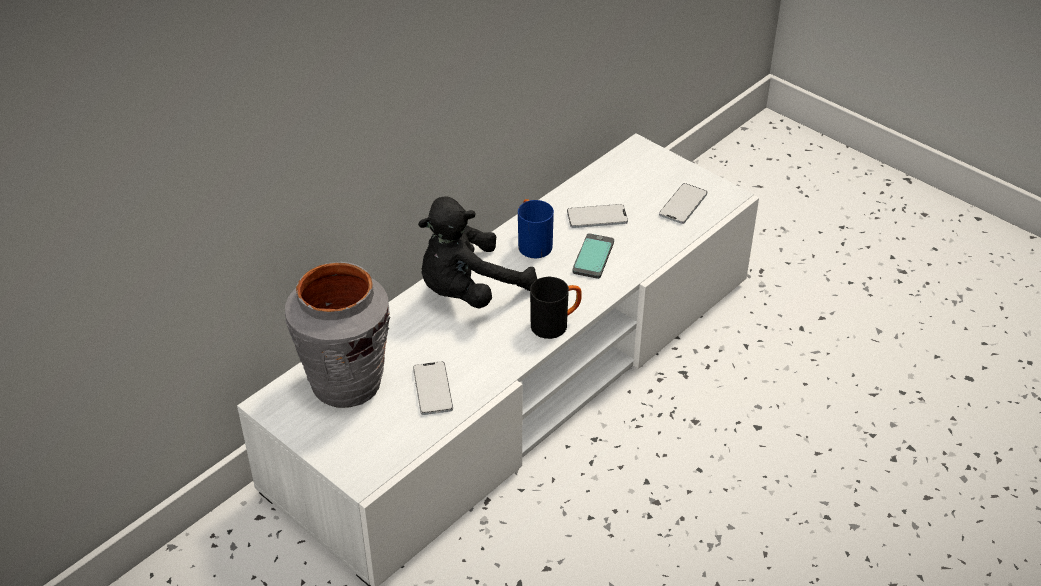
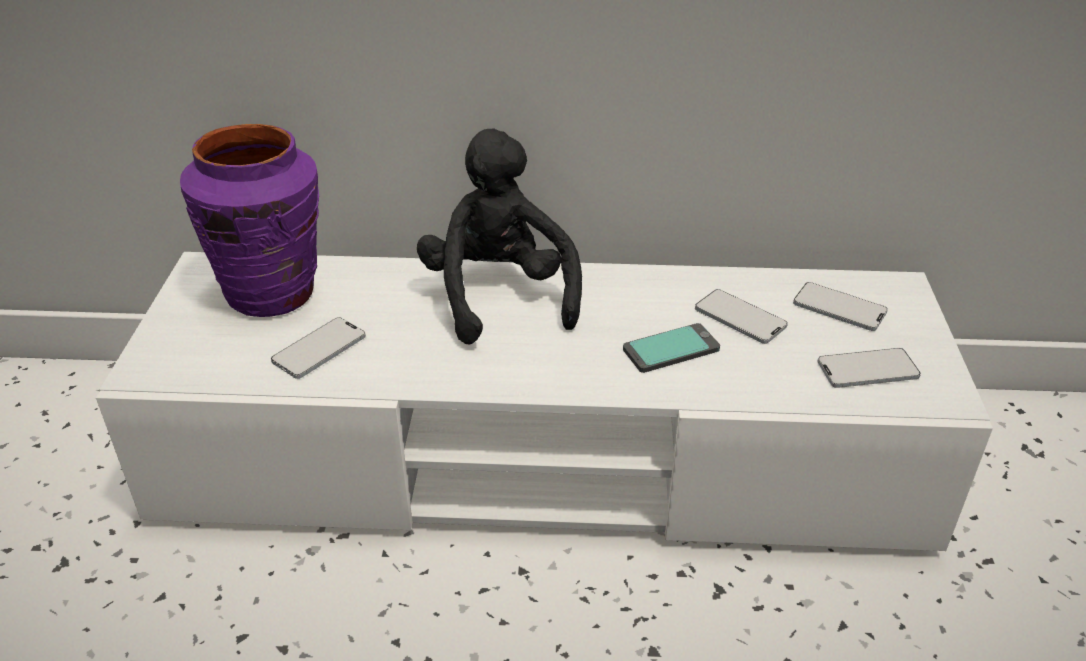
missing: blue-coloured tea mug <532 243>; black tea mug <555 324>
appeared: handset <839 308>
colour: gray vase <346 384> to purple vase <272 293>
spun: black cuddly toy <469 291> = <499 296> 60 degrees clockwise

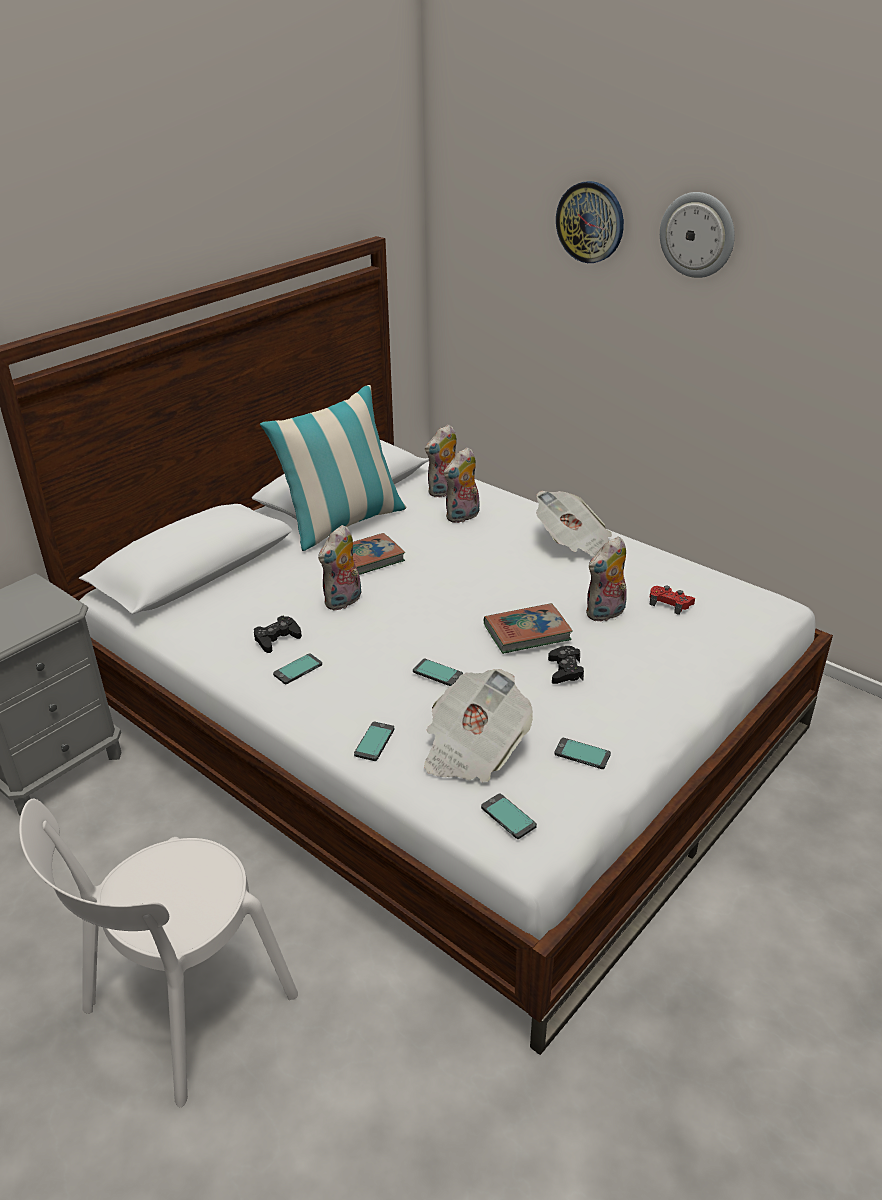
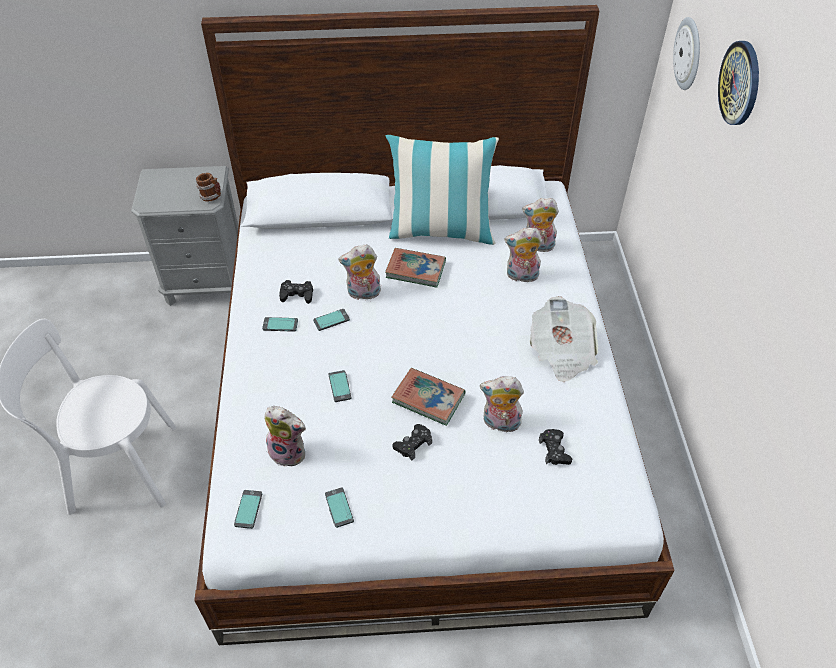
appeared: tea mug <212 197>
relocated: clock on the wall <697 235> to <688 54>; handset <374 742> to <331 320>
exchanged: daily paper <473 749> to cuddly toy <289 452>
colour: reddish game controller <670 603> to black game controller <554 450>

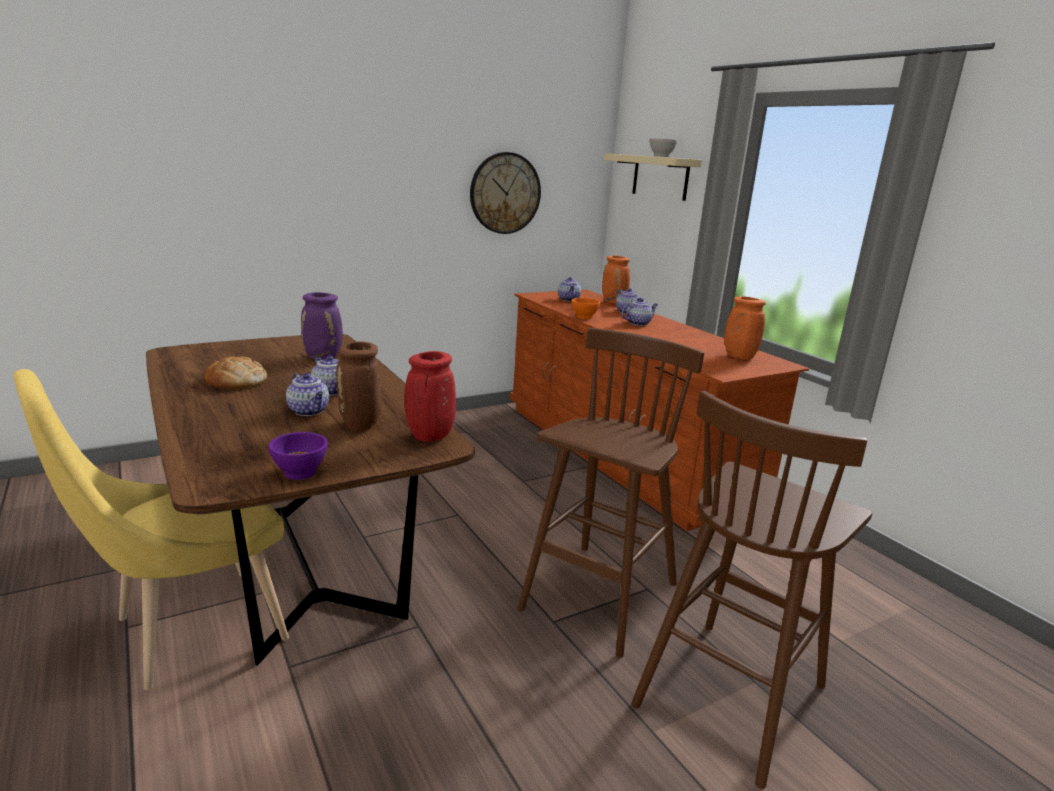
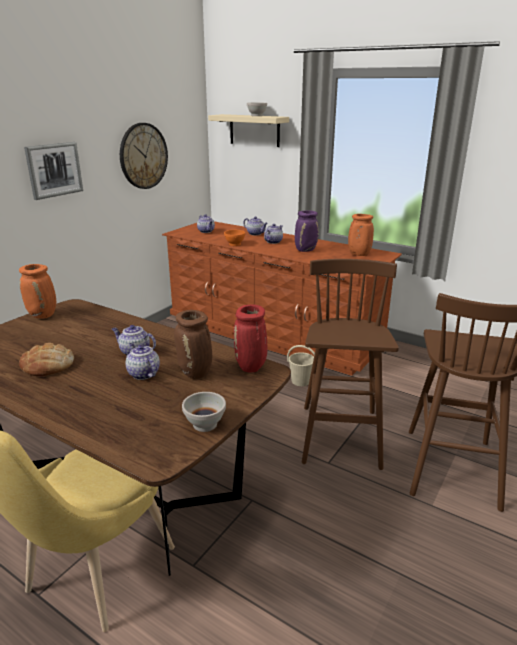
appeared: picture <54 170>; sand-coloured pail <301 381>
relocated: orange vase <614 302> to <43 315>; purple vase <324 357> to <306 250>
colour: purple deep dish <300 472> to white-coloured deep dish <205 424>
spun: pot for tea <309 411> = <143 373> 150 degrees counterclockwise

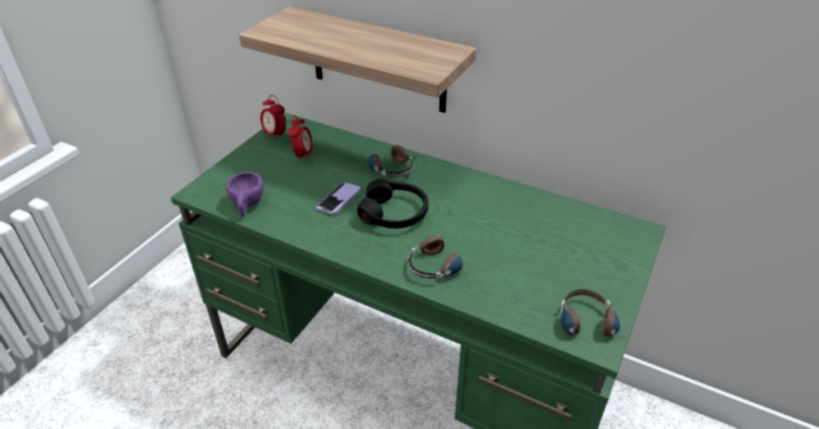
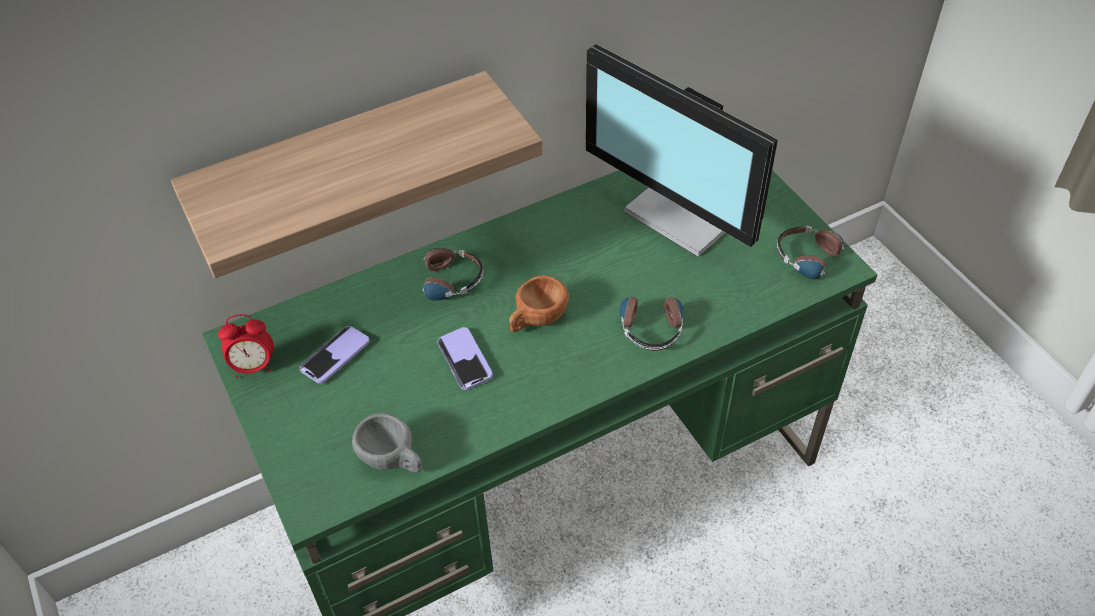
appeared: computer display <687 212>
exchanged: bedside clock <303 155> to handset <335 356>; black headphones <394 213> to brownish cup <536 320>
colour: purple cup <247 205> to gray cup <393 460>

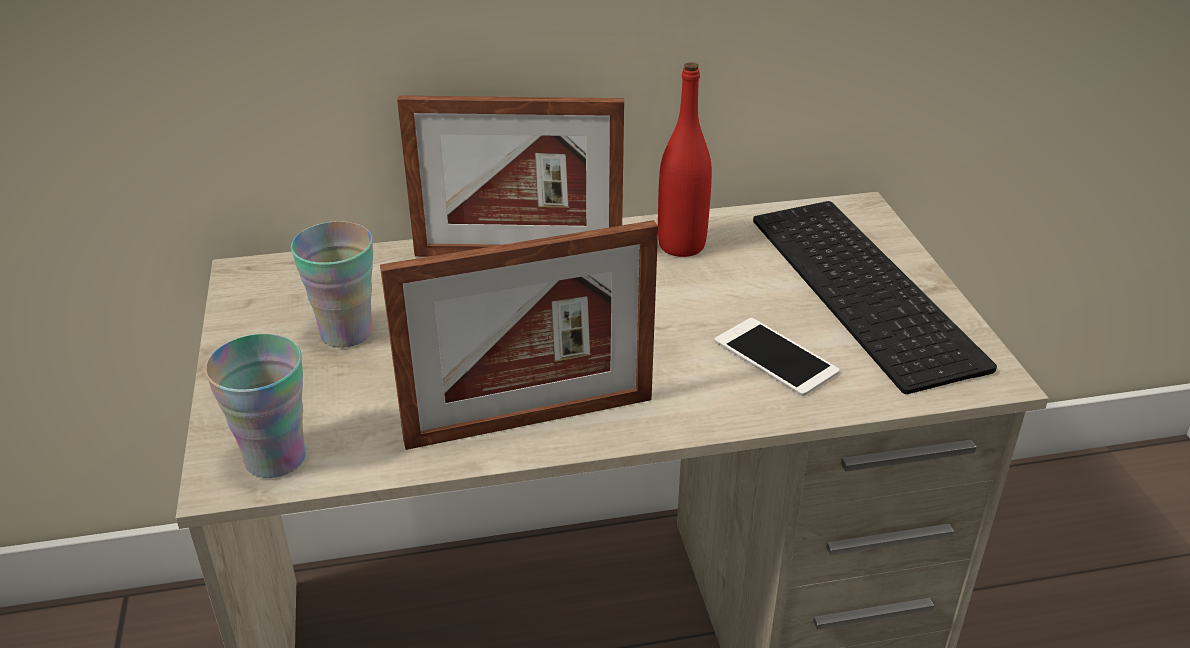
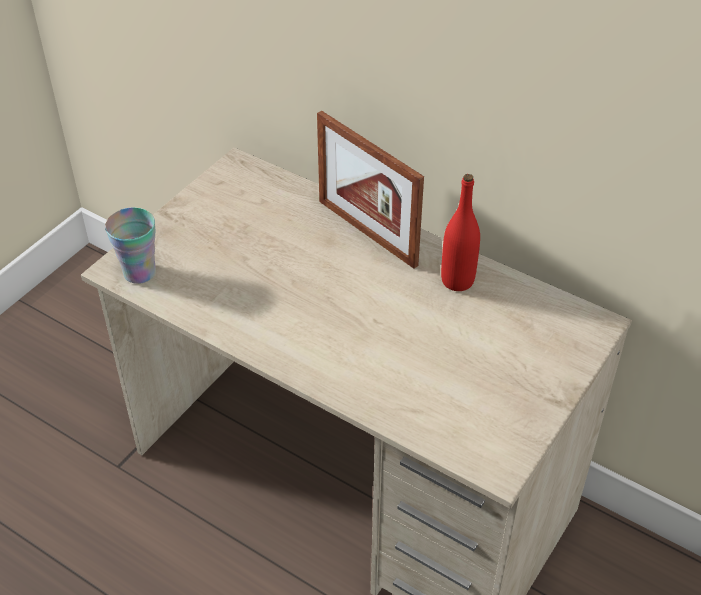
missing: PC keyboard <869 290>; picture frame <530 420>; cup <346 332>; handset <775 357>

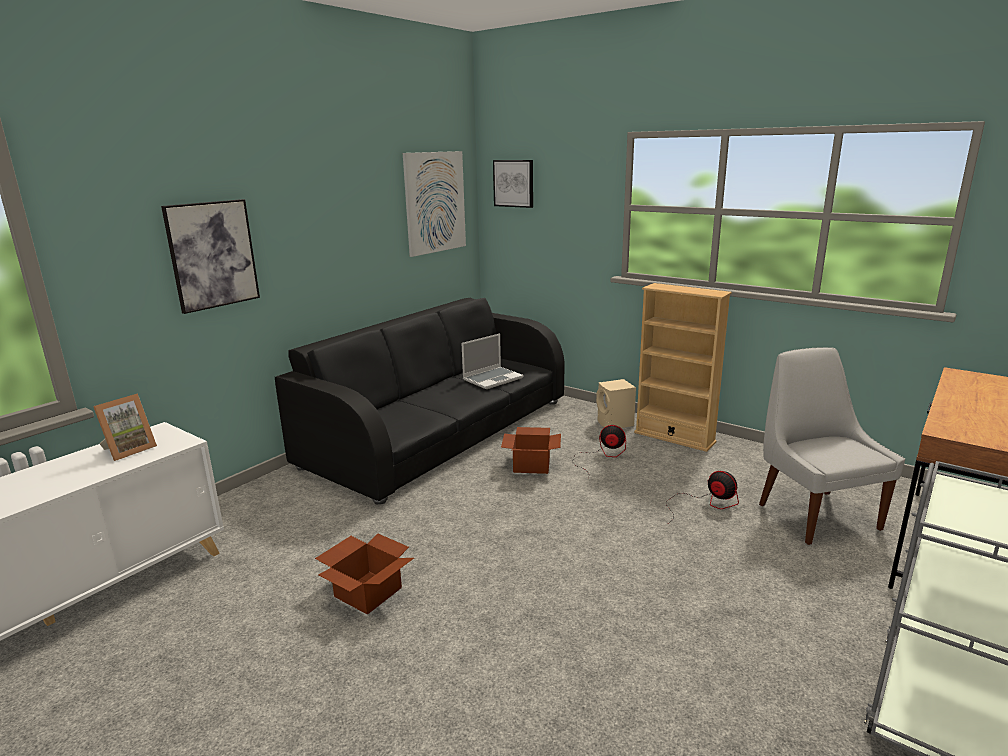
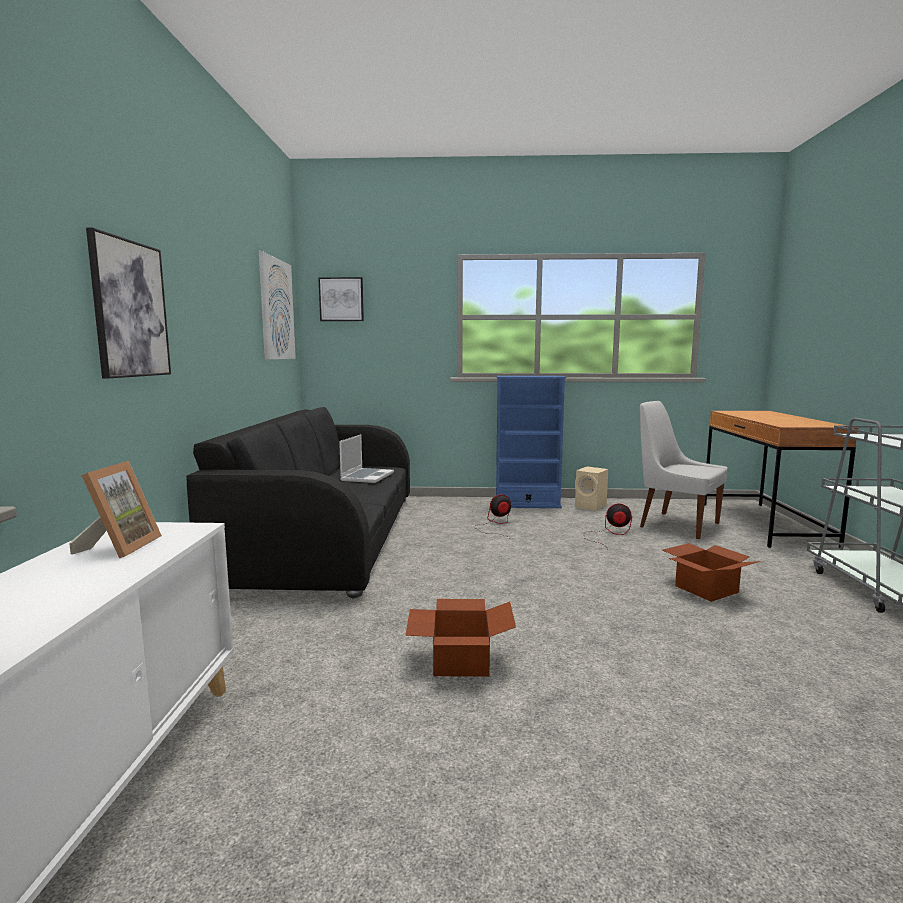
relocated: sand-coloured loudspeaker <615 424> to <591 506>; carton <532 464> to <705 588>
colour: sand-coloured bookcase <674 437> to blue-coloured bookcase <527 505>

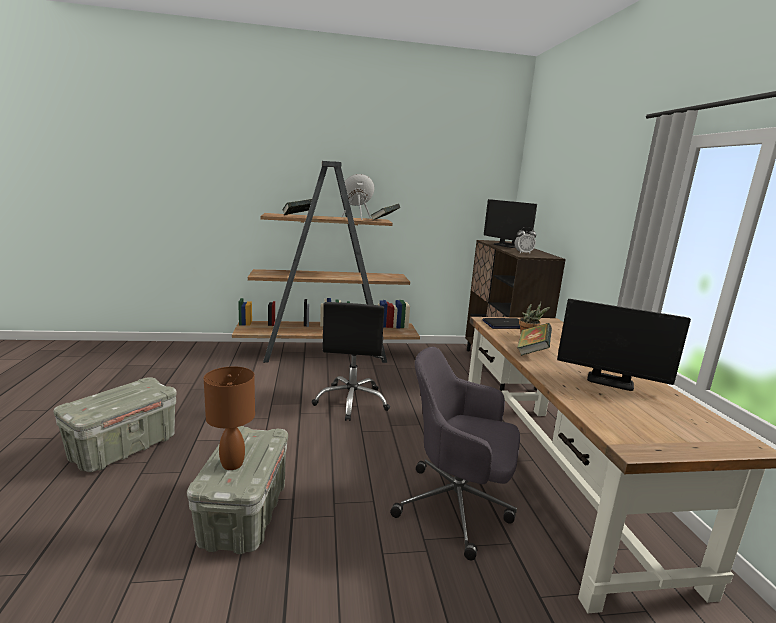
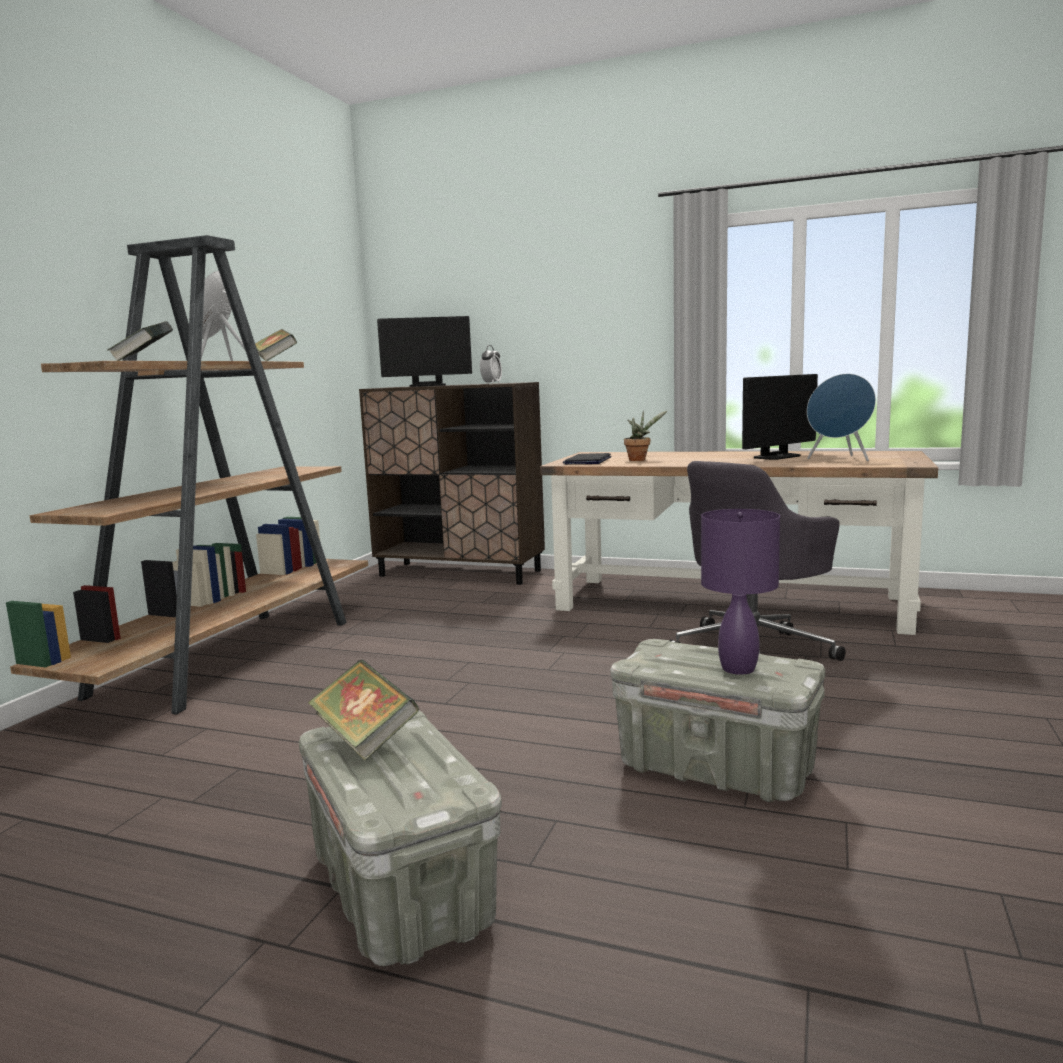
missing: black desk chair <352 401>
appeared: blue-coloured loudspeaker <840 459>
relocated: bound book <532 351> to <365 738>
colour: brownish tabletop lamp <232 464> to purple tabletop lamp <739 668>

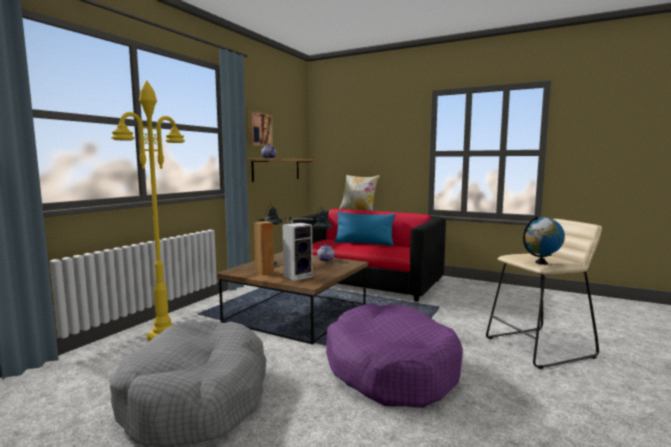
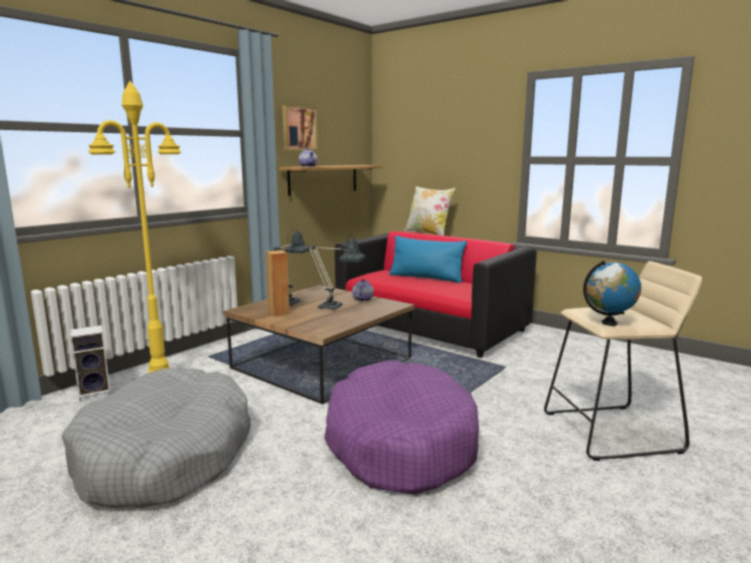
relocated: loudspeaker <298 276> to <96 393>

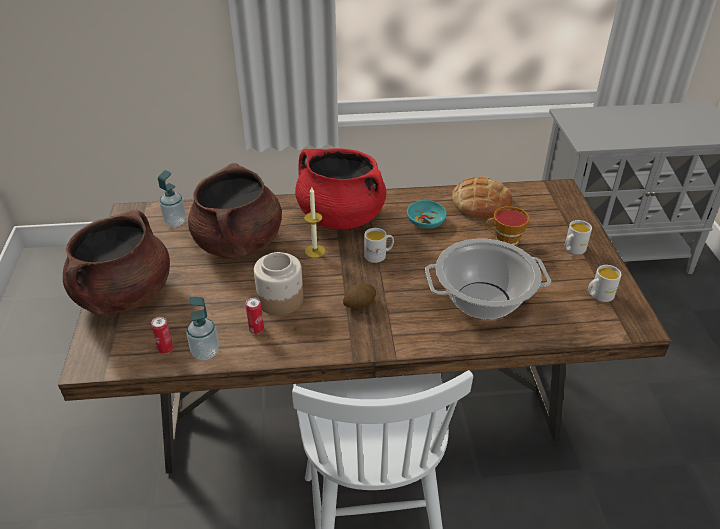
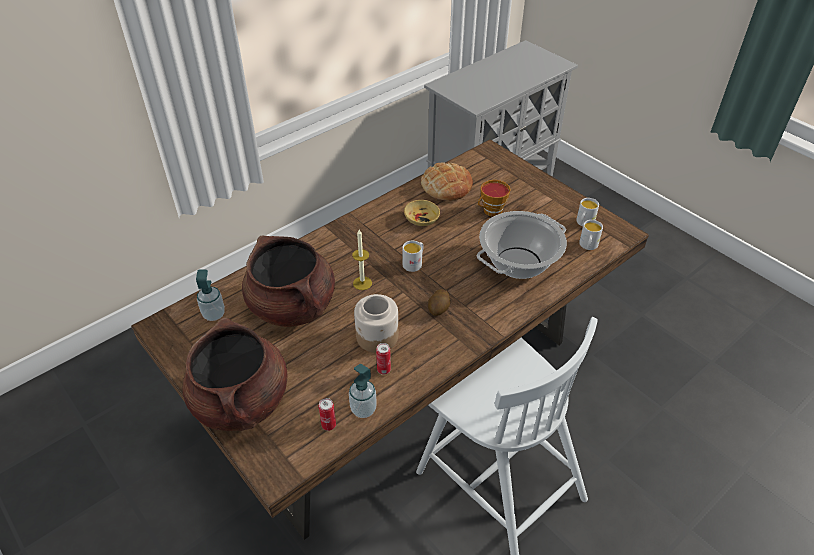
missing: reddish stockpot <340 217>
relocated: white-coloured tea mug <572 250> to <588 246>
colour: blue-green deep dish <426 221> to sand-coloured deep dish <422 219>

